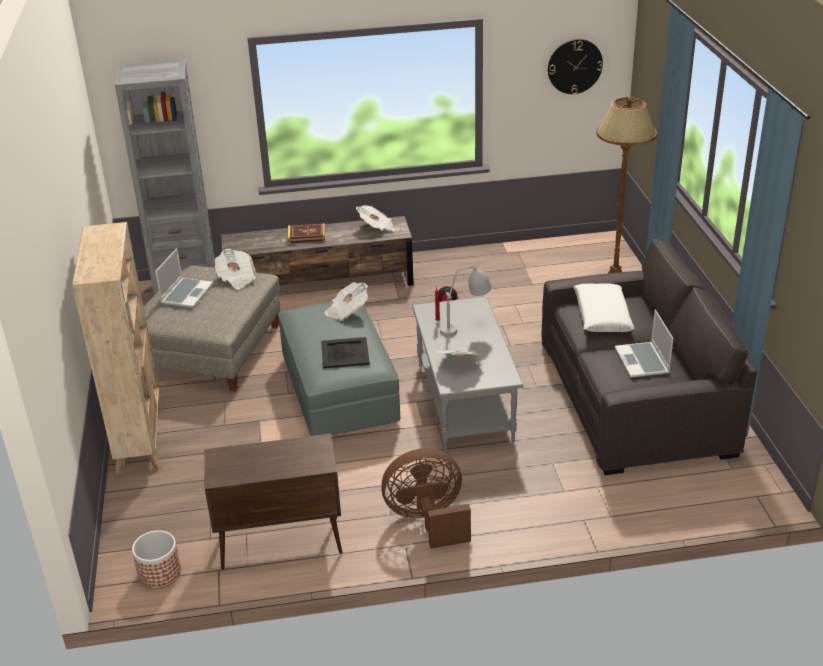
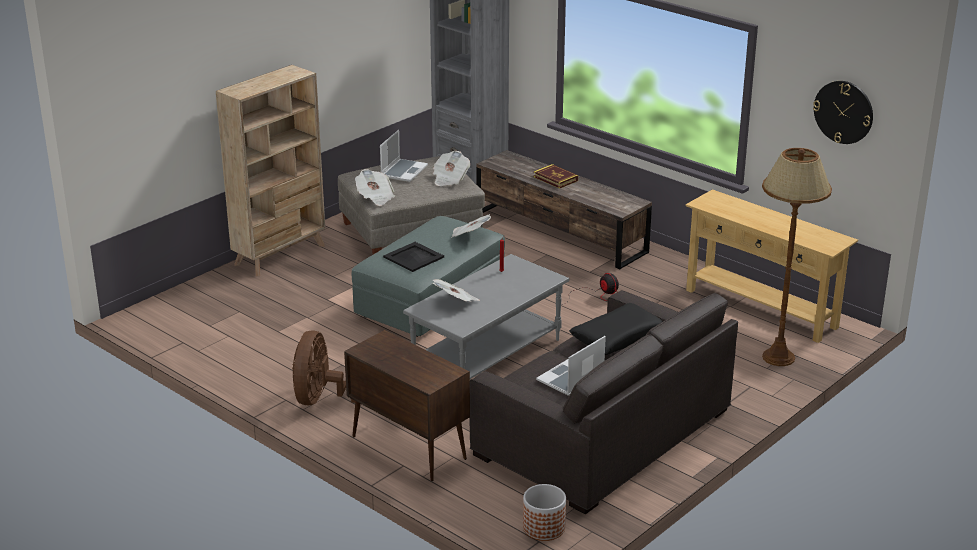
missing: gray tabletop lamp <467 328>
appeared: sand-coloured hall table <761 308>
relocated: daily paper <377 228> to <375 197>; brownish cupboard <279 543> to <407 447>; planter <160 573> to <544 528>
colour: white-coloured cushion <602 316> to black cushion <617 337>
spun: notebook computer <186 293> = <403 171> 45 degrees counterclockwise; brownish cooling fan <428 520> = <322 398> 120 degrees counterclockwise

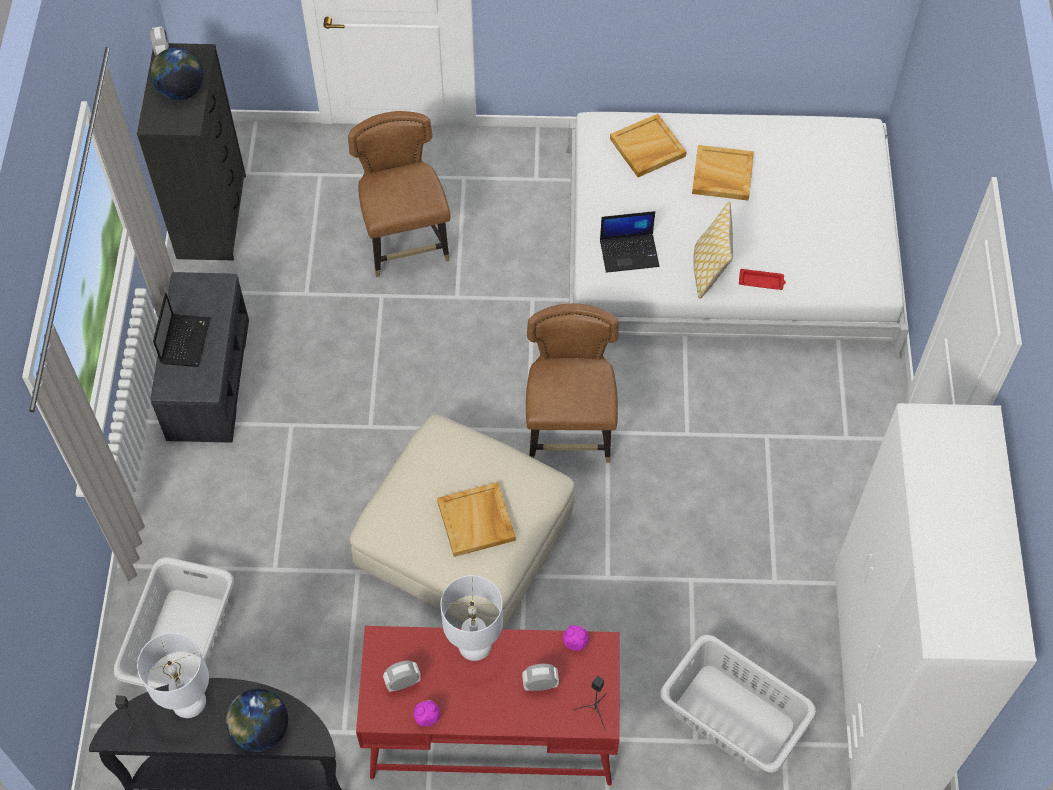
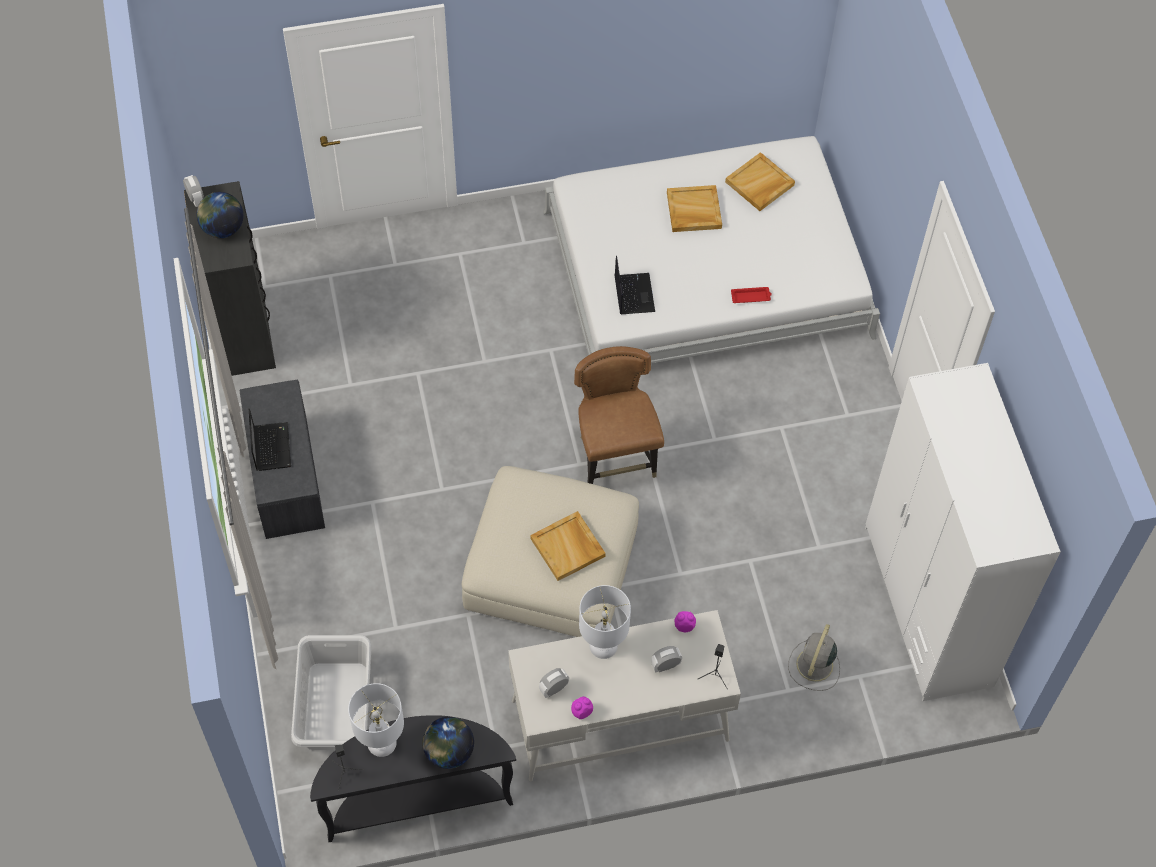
missing: brownish upright chair <406 244>; cushion <709 270>
relocated: sand-coloured tray <647 148> to <759 184>
exchanged: gray hamper <733 719> to gray cooling fan <814 666>
colour: reddish desk table <491 730> to white-coloured desk table <619 719>
spun: notebook computer <630 252> = <633 293> 75 degrees counterclockwise

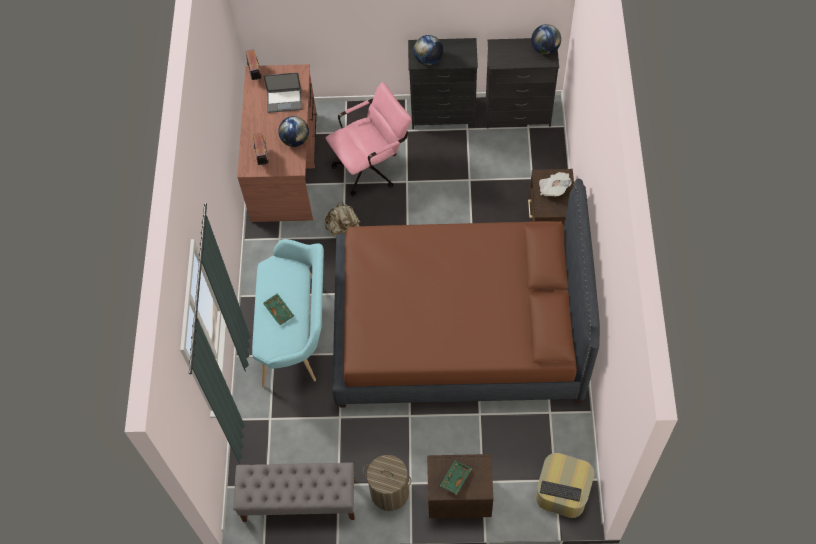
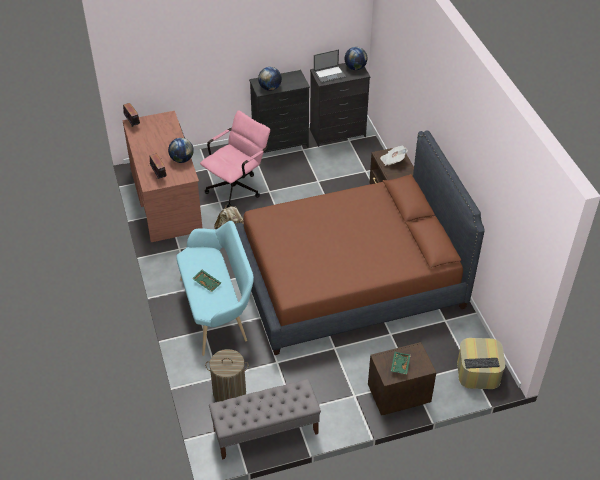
relocated: notebook computer <284 100> to <330 74>; hamper <389 492> to <229 392>

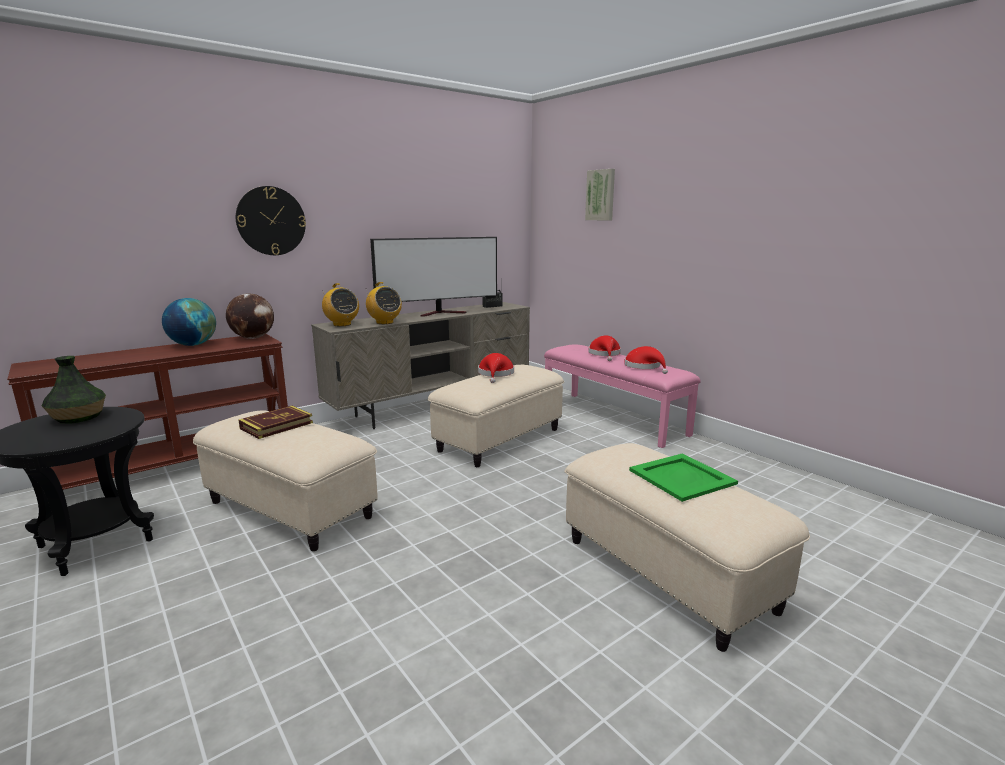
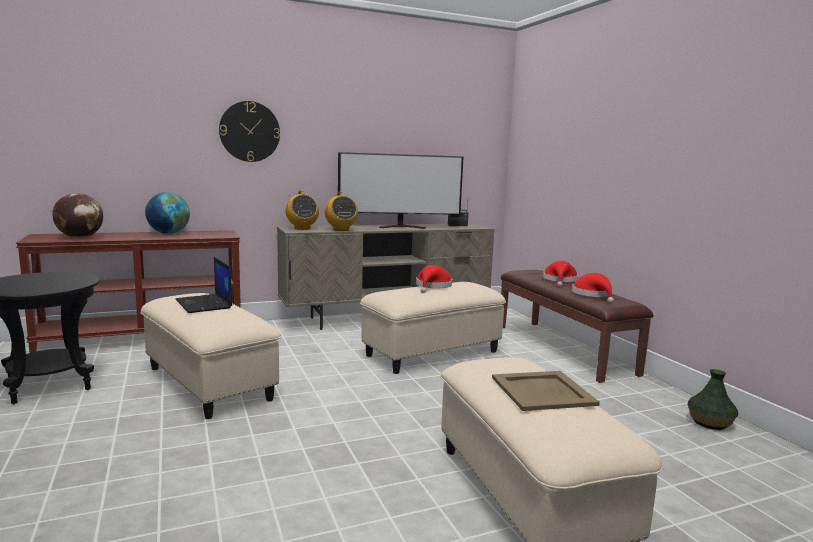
missing: picture <601 195>
relocated: desk globe <253 338> to <80 238>; vase <79 417> to <709 422>
exchanged: bound book <276 425> to notebook computer <204 304>
colour: pinkish long seat <613 418> to brownish long seat <563 349>; greenish tray <682 477> to sand-coloured tray <542 391>

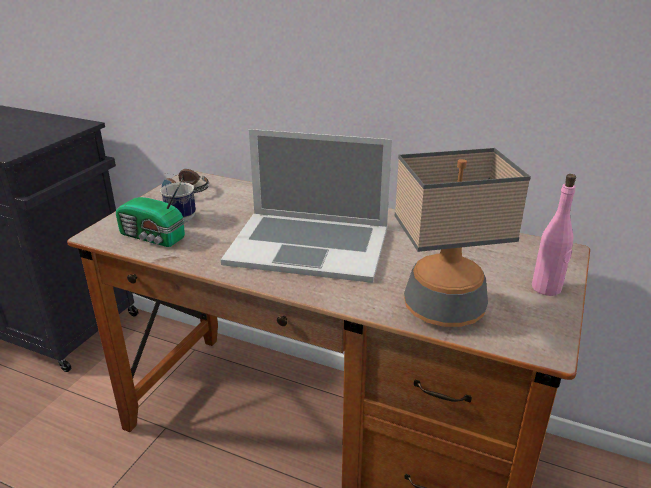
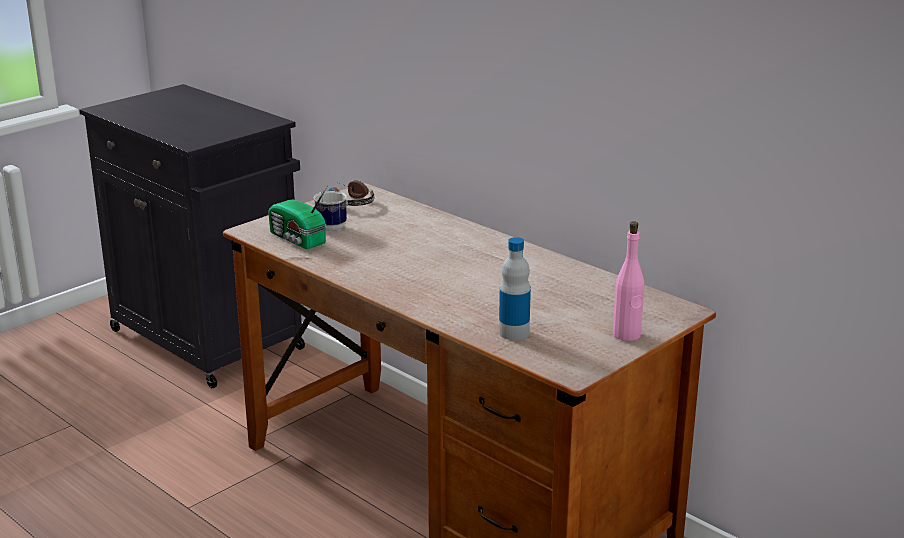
missing: notebook computer <309 245>
exchanged: tabletop lamp <444 309> to beverage bottle <514 333>

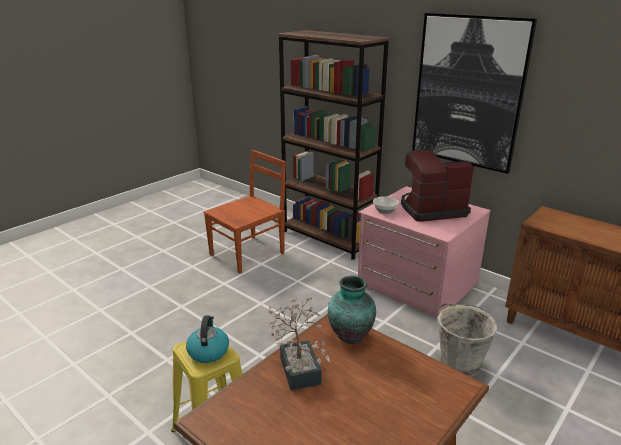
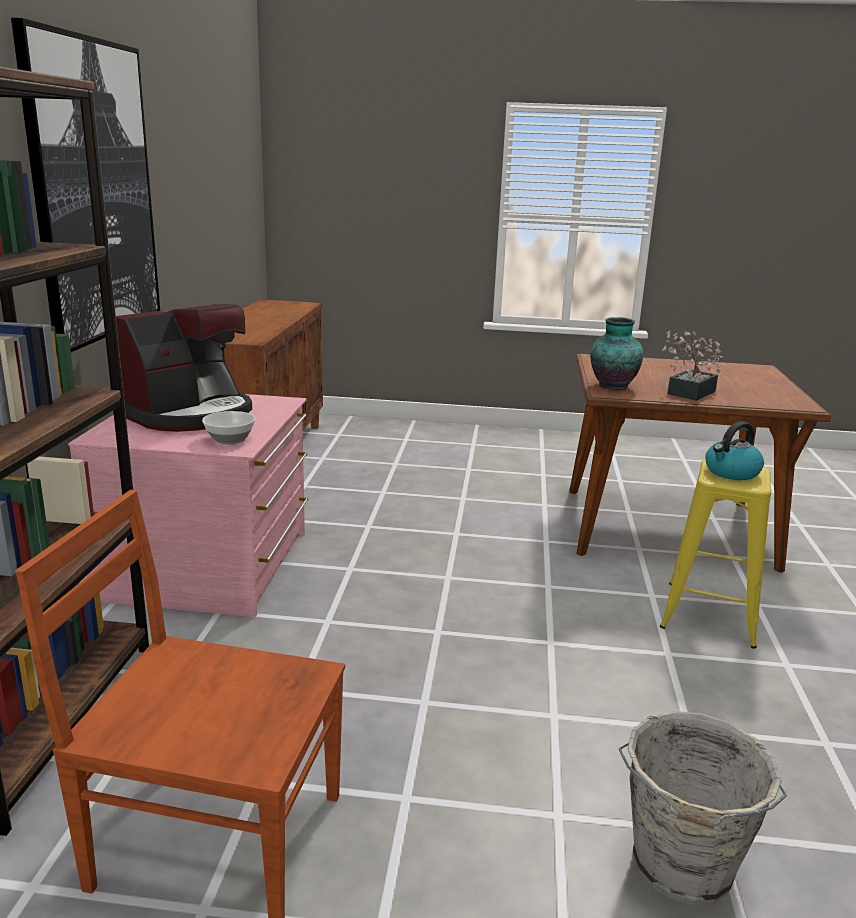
relocated: gray pail <458 363> to <681 868>
spun: coffee maker <431 209> = <190 414> 90 degrees counterclockwise

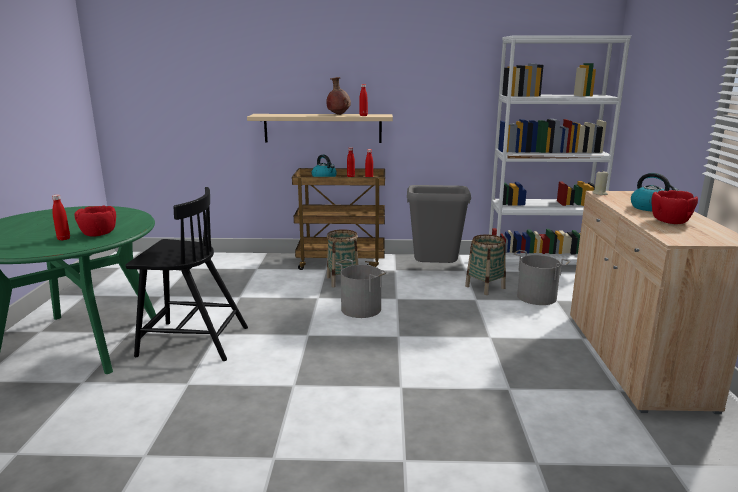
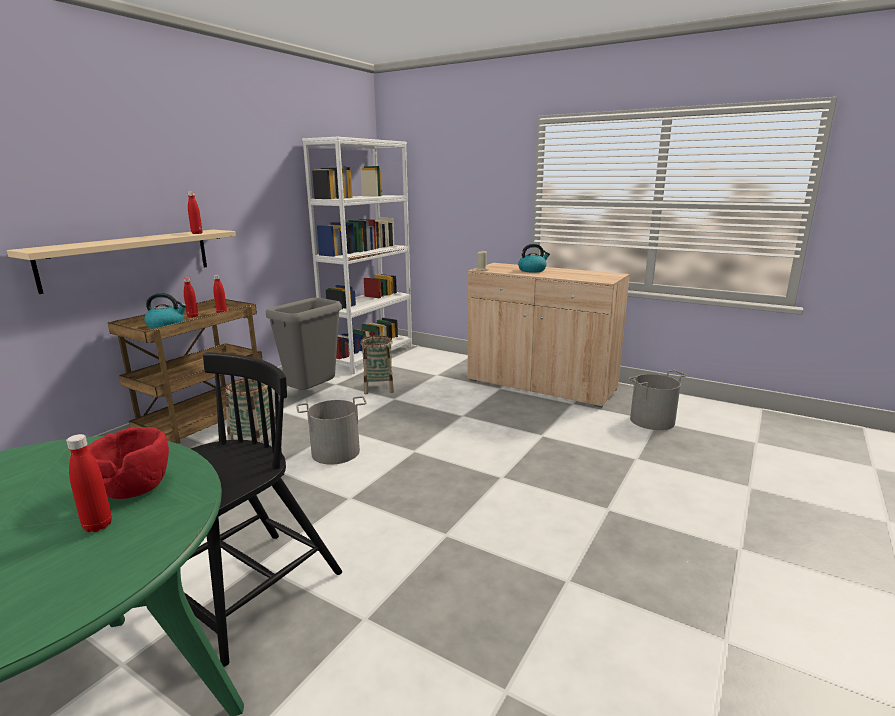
missing: brownish vase <338 114>; reddish deep dish <669 221>
relocated: gray pail <536 297> to <652 421>

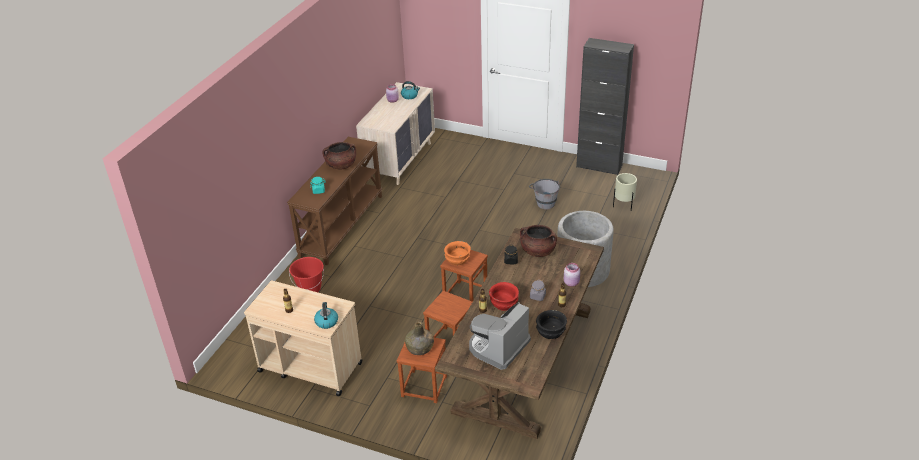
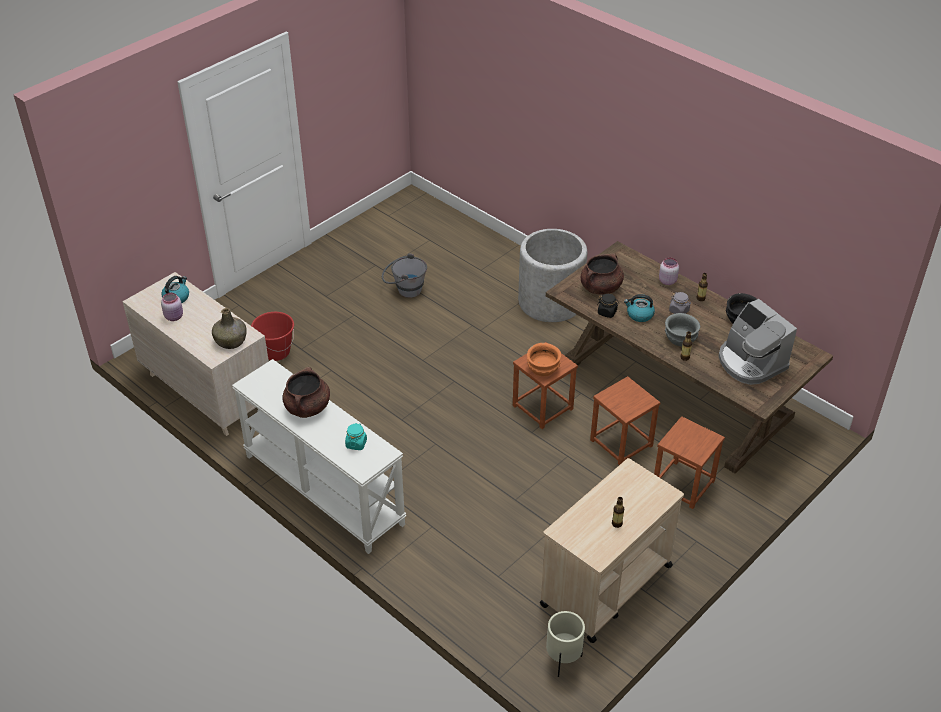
missing: black cupboard <599 166>
relocated: sand-coloured planter <623 206> to <563 660>; reddish pail <310 289> to <276 352>; water kettle <326 321> to <639 315>; greenish beverage bottle <420 348> to <231 341>
colour: brownish hall table <341 225> to white-coloured hall table <322 490>; reddish deep dish <504 303> to gray deep dish <680 338>

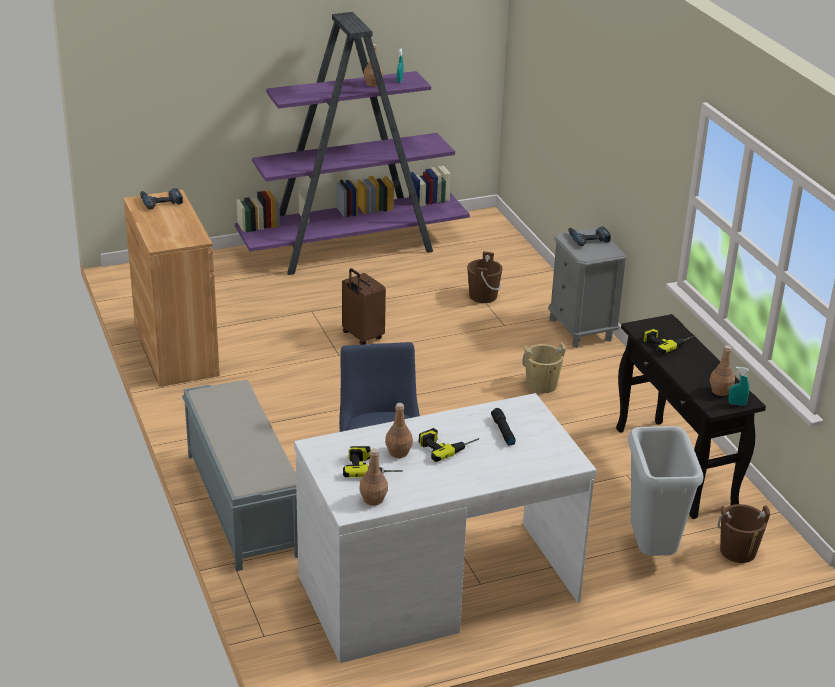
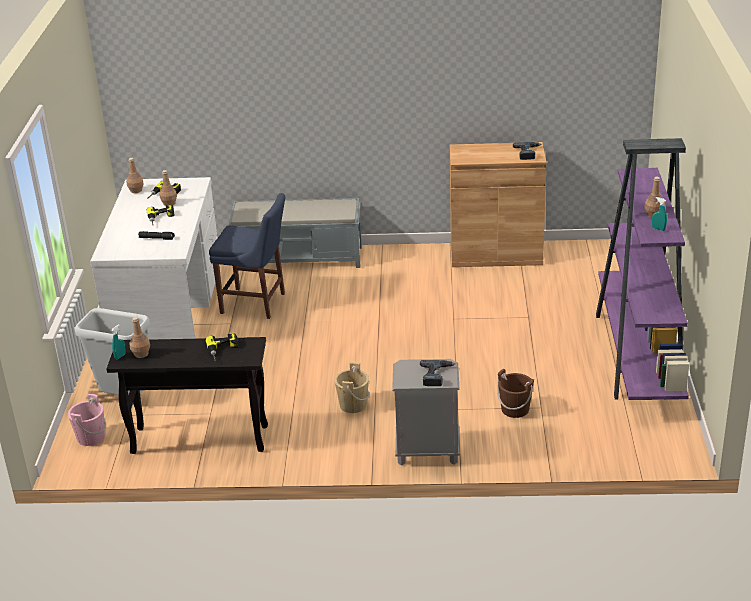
missing: brownish piece of luggage <362 336>
colour: brownish pail <738 551> to pinkish pail <91 437>

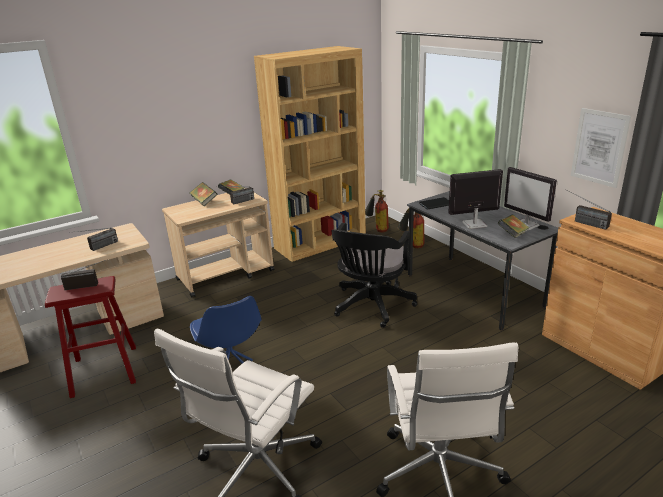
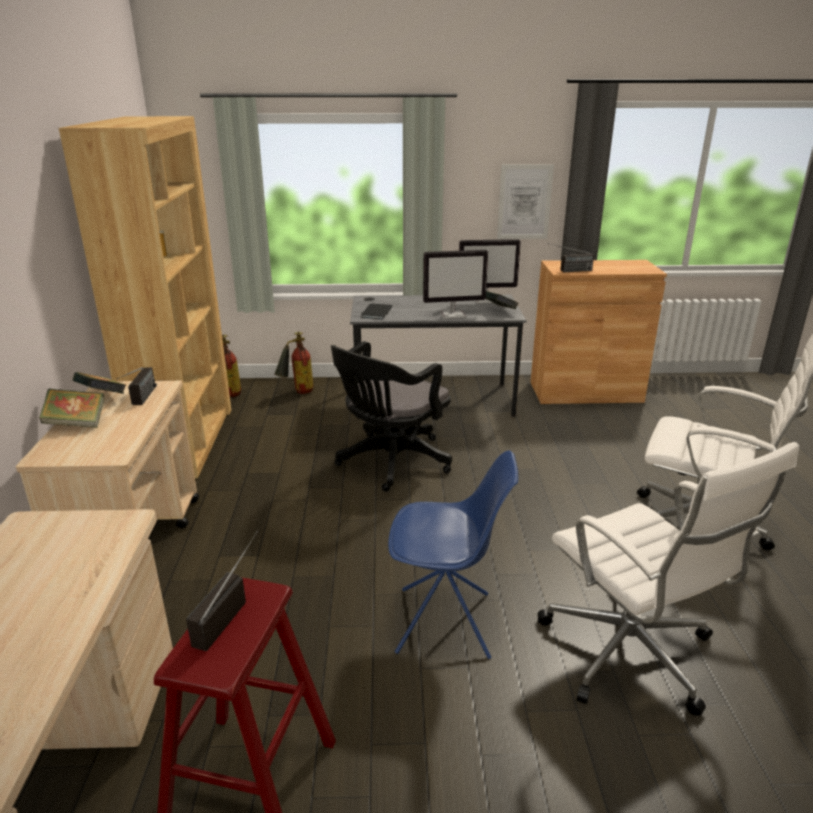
missing: radio set <97 248>
spun: computer display <474 224> = <453 315> 120 degrees counterclockwise; black desk chair <371 306> = <390 463> 75 degrees clockwise

